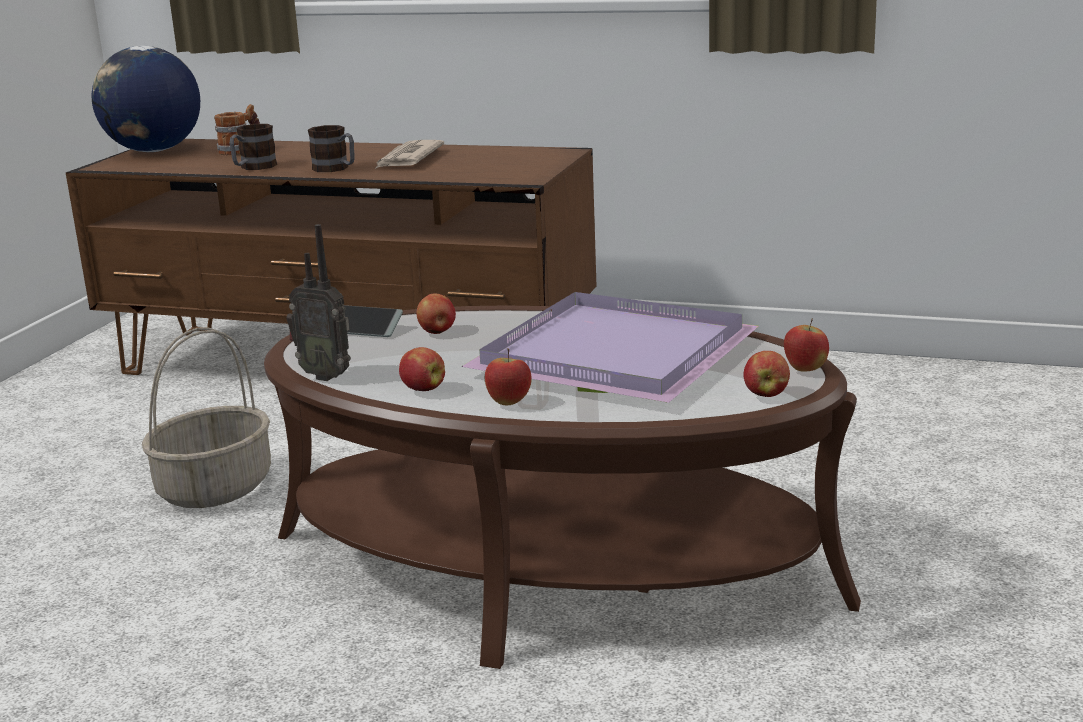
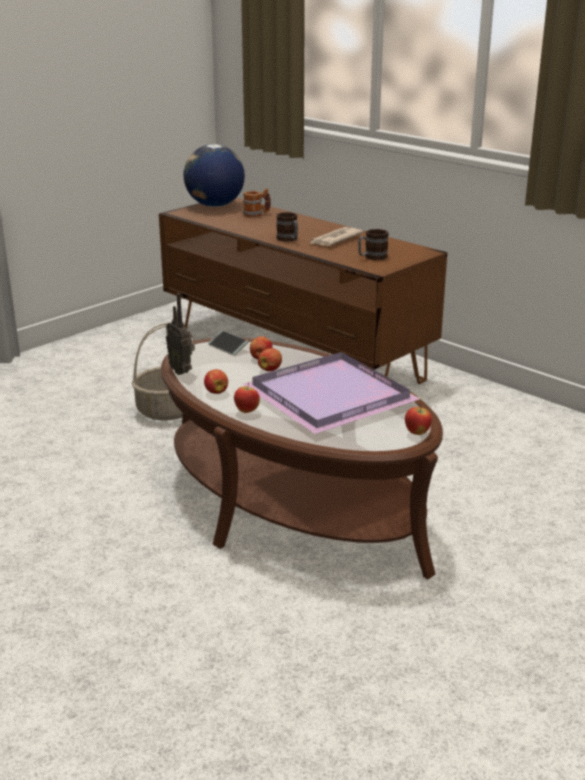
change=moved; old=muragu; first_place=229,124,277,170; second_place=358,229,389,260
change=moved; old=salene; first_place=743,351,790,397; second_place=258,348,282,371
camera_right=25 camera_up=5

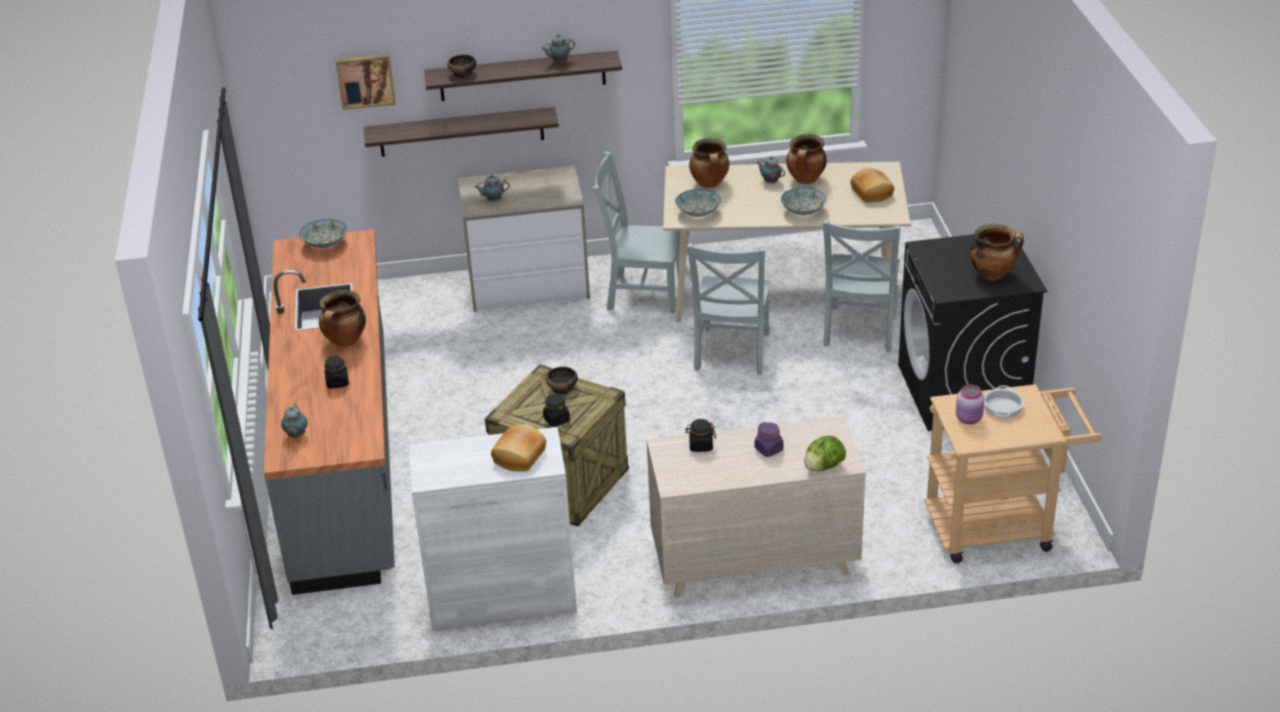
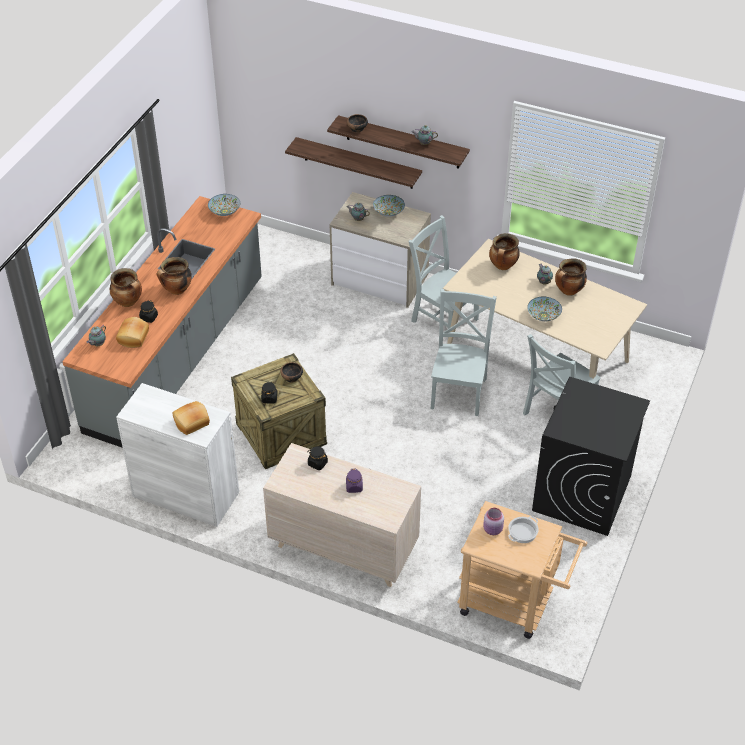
change=removed; old=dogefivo; first_place=336,54,396,110
change=moved; old=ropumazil; first_place=851,168,894,203; second_place=116,317,149,348
change=moved; old=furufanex; first_place=675,189,721,217; second_place=373,195,405,217
change=moved; old=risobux; first_place=970,224,1024,281; second_place=110,268,142,307
change=turned; old=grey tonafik; first_place=687,243,770,375; second_place=431,289,497,416; degrees=150
change=removed; old=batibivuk; first_place=804,436,846,471
camera_right=30 camera_up=10

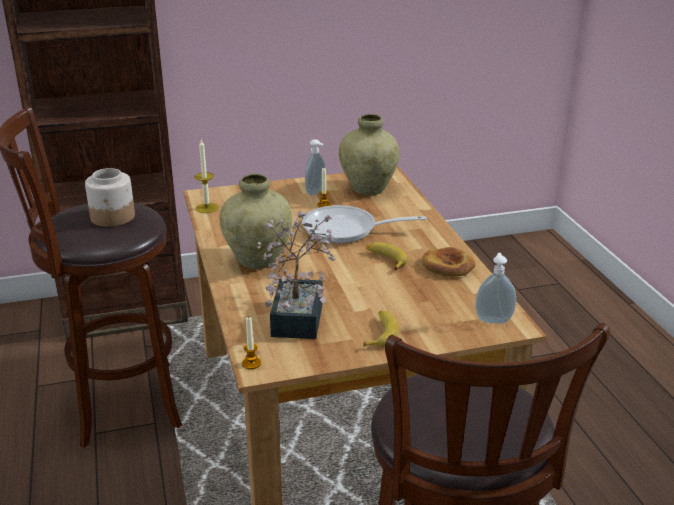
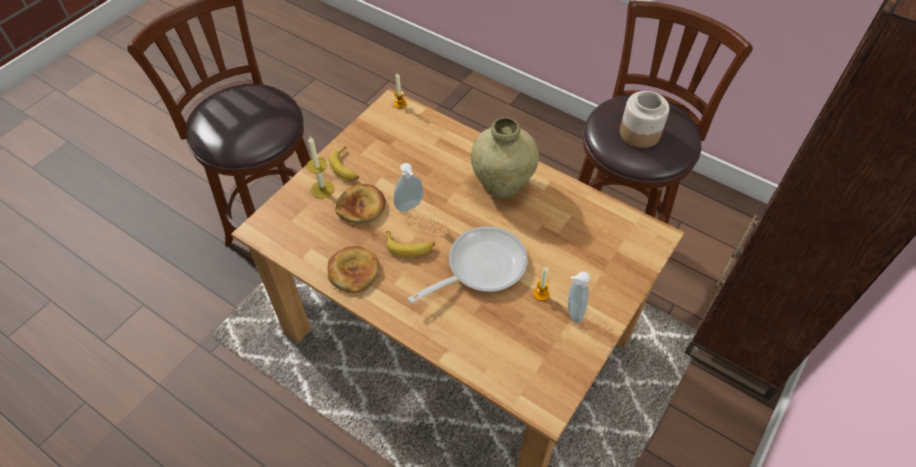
change=removed; old=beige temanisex; first_place=339,114,400,196
change=moved; old=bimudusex; first_place=194,140,218,213; second_place=307,136,335,198
change=removed; old=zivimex; first_place=257,211,336,339
change=moved; old=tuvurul; first_place=475,253,516,324; second_place=393,163,423,212
change=added; new=ropumazil; second_place=335,184,386,224
camera_right=140 camera_up=25

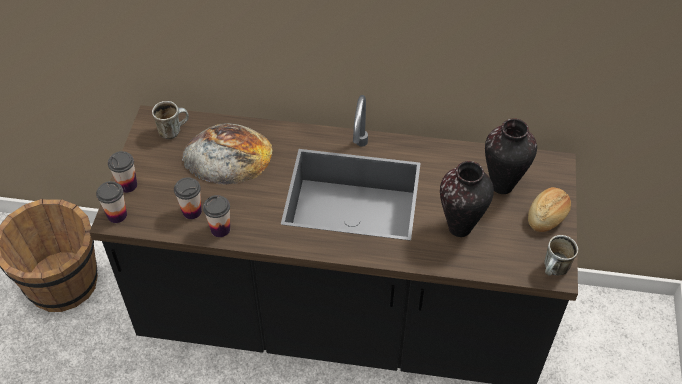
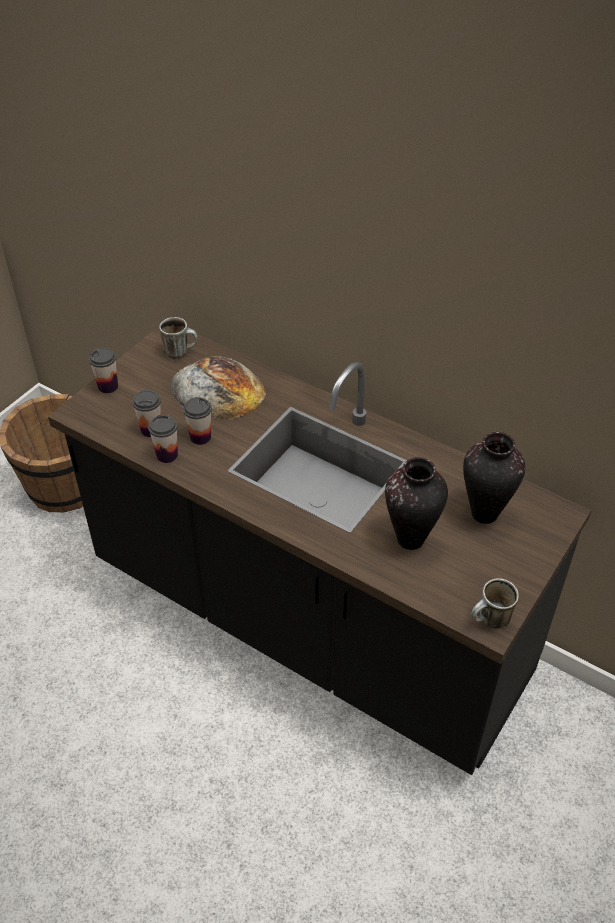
change=moved; old=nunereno; first_place=96,181,127,223; second_place=183,397,212,445
change=removed; old=ropumazil; first_place=528,187,571,232
camera_right=25 camera_up=-5

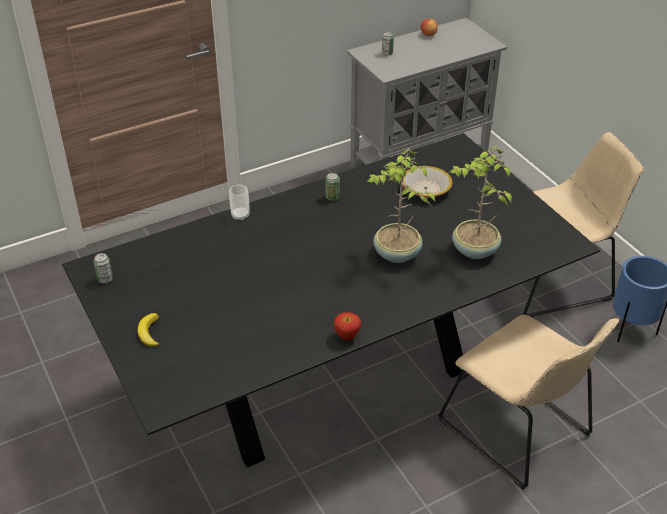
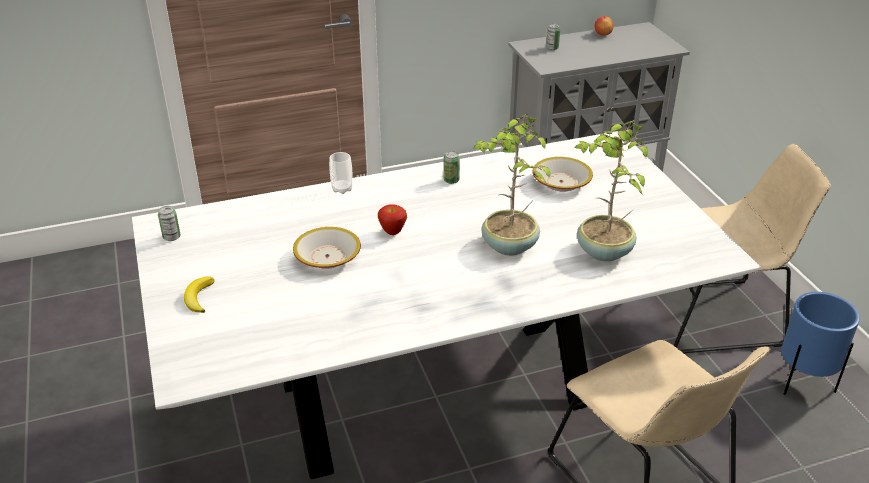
change=recoloured; old=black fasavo; new=white fasavo; first_place=62,133,600,467; second_place=132,131,761,479
change=moved; old=salene; first_place=334,312,361,341; second_place=378,204,407,235
change=added; new=furufanex; second_place=293,227,361,269
camera_right=10 camera_up=-5

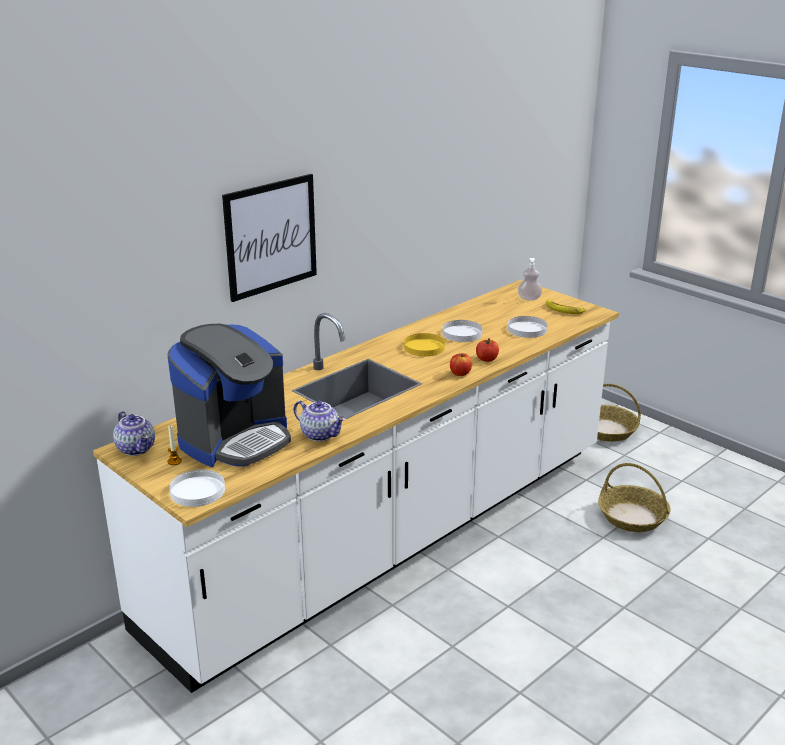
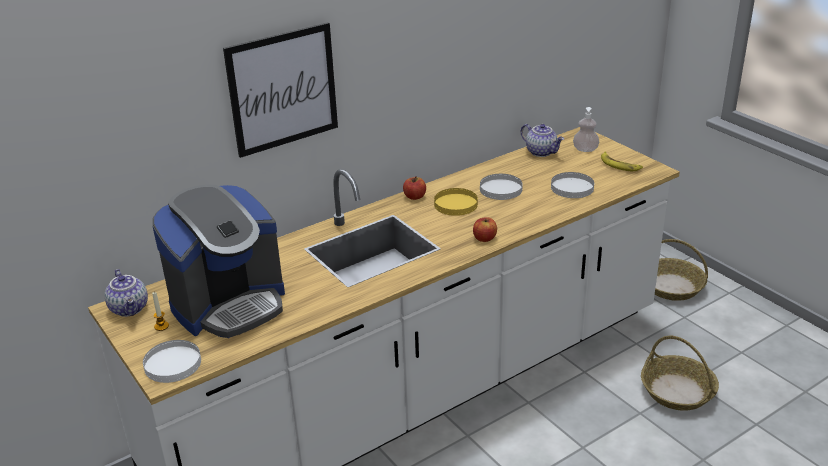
change=moved; old=salene; first_place=476,338,499,362; second_place=403,176,426,200
change=moved; old=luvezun; first_place=293,401,345,441; second_place=521,124,564,157
camera_right=10 camera_up=5

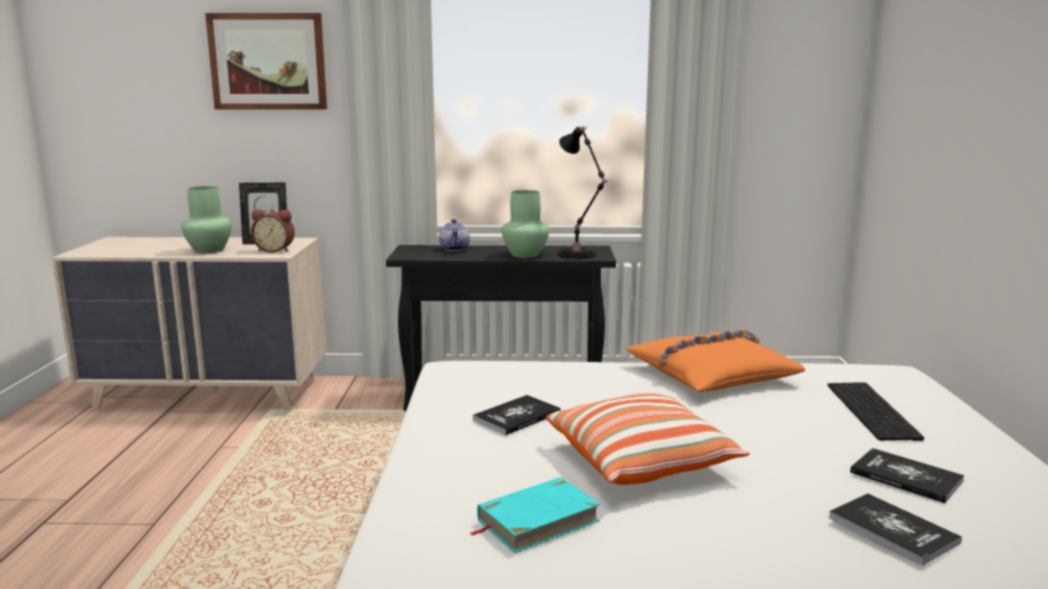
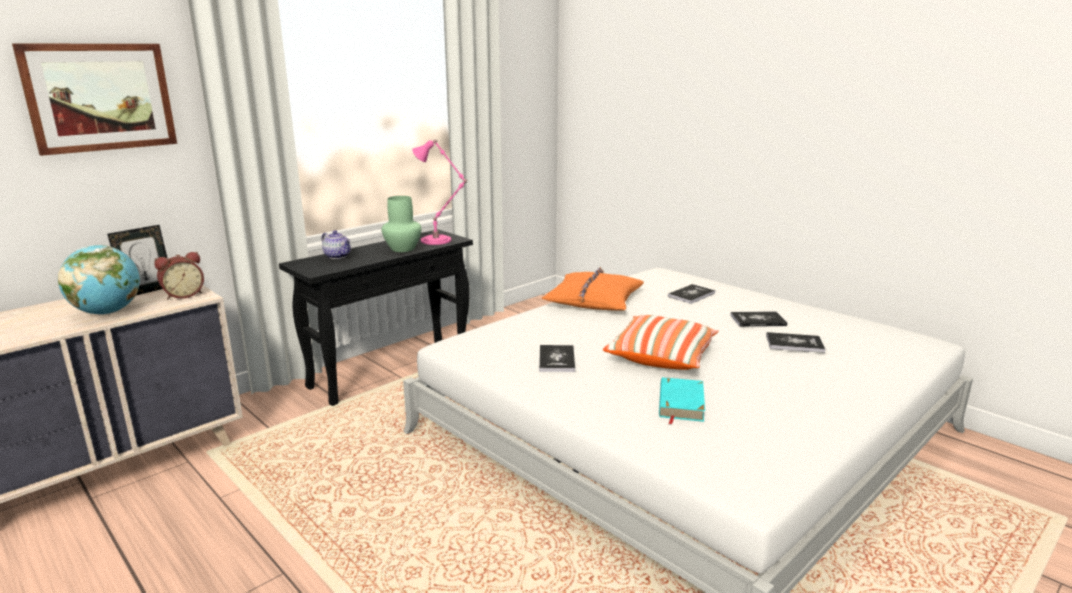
change=recoloured; old=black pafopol; new=pink pafopol; first_place=557,126,608,259; second_place=412,140,469,245
change=replaced; old=green temanisex; new=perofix; first_place=181,186,232,253; second_place=58,245,140,315
change=replaced; old=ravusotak; new=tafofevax; first_place=827,382,924,441; second_place=668,284,715,304
camera_right=-45 camera_up=5

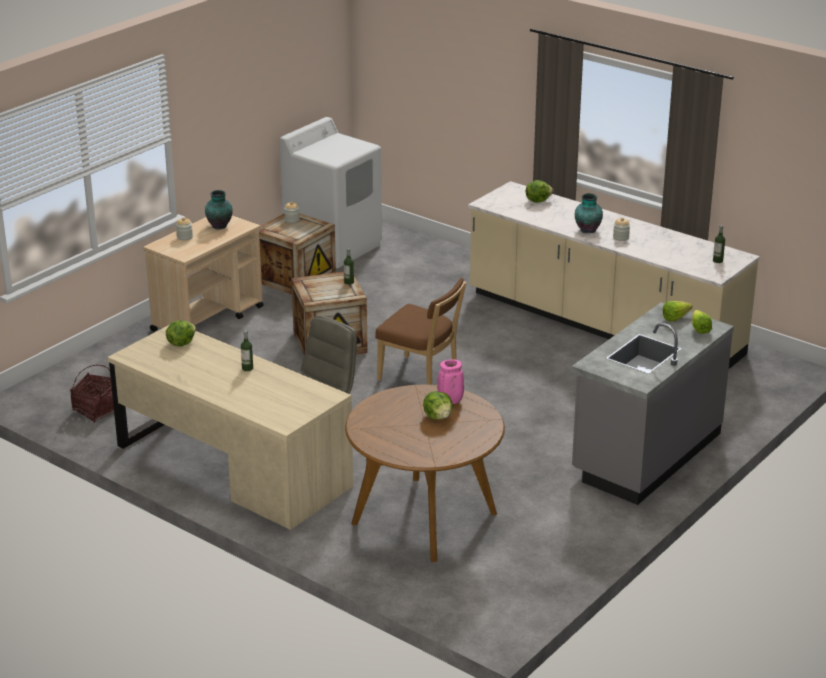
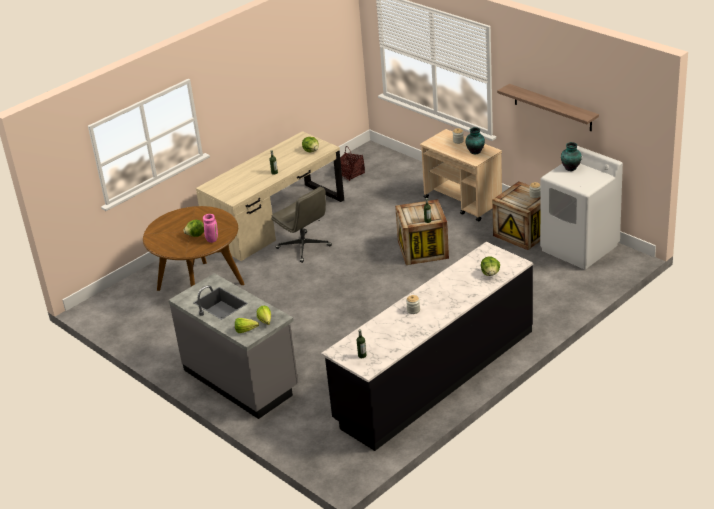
change=recoloured; old=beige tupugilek; new=black tupugilek; first_place=468,181,760,369; second_place=321,242,533,451
change=moved; old=temanisex; first_place=575,193,603,233; second_place=561,142,582,171
change=removed; old=brown tonafik; first_place=375,278,466,385
change=added; new=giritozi; second_place=497,84,599,131
camera_right=100 camera_up=5

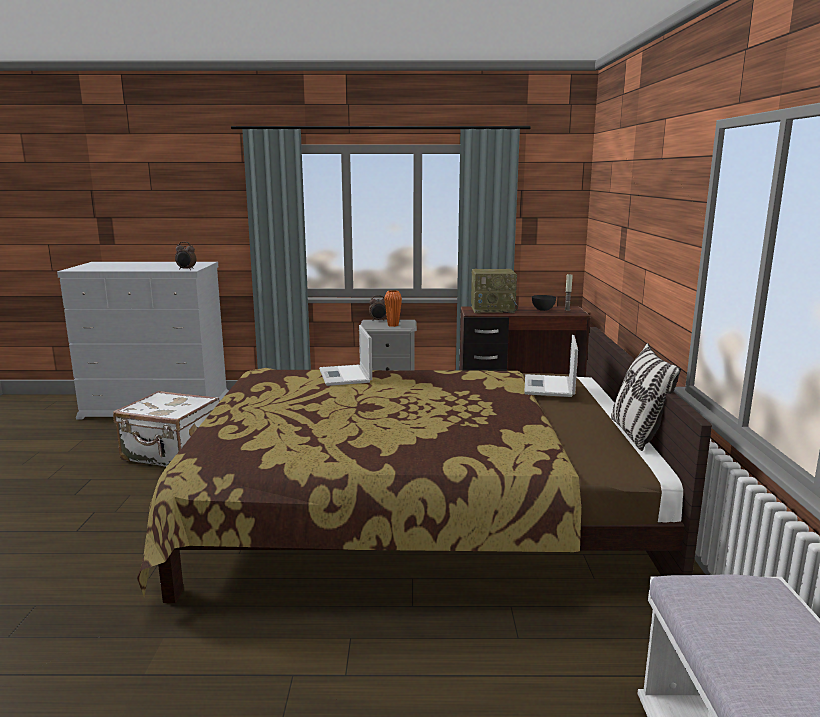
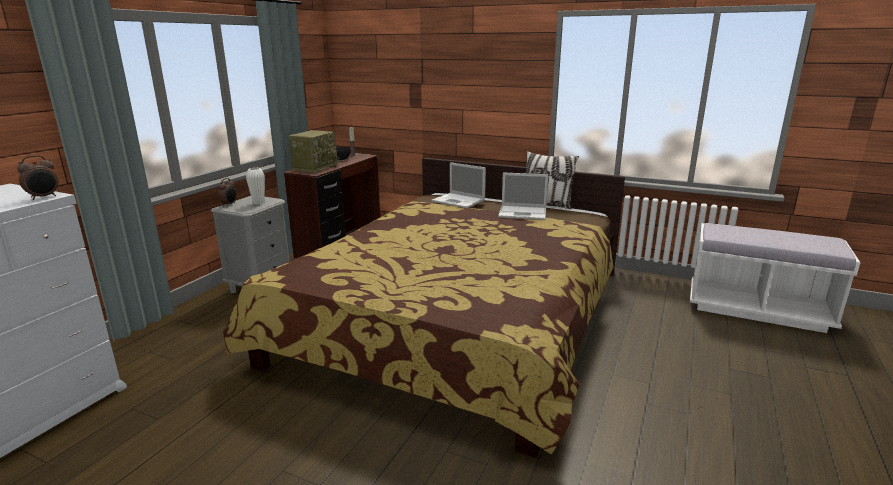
change=recoloured; old=orange temanisex; new=white temanisex; first_place=384,290,402,327; second_place=246,168,265,205
change=moved; old=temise; first_place=319,325,372,386; second_place=498,172,548,220
change=removed; old=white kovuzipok; first_place=113,391,220,467
camera_right=-65 camera_up=5

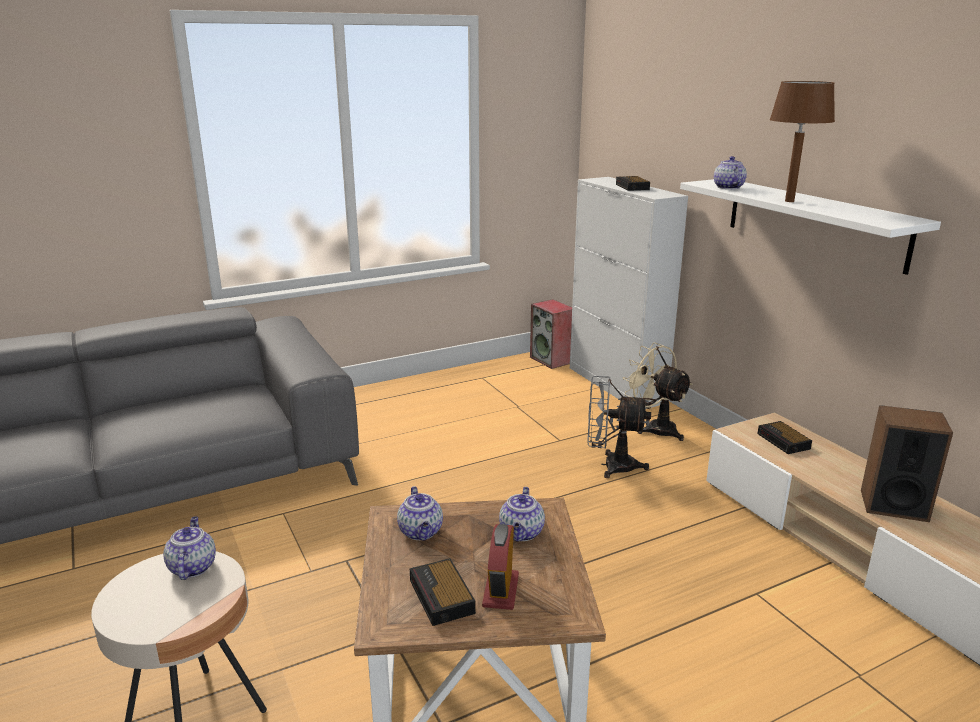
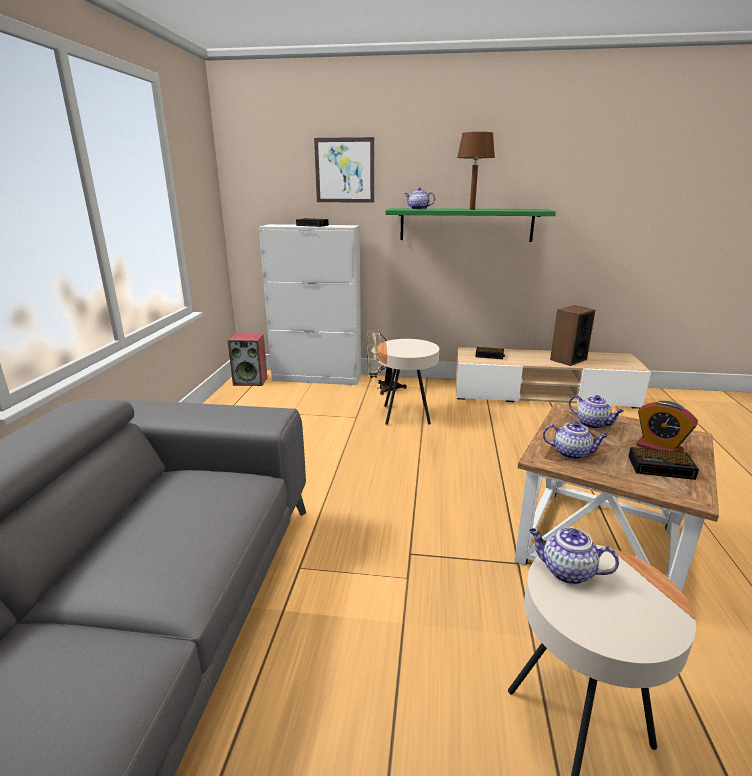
change=recoloured; old=white giritozi; new=green giritozi; first_place=680,179,941,275; second_place=385,208,556,242
change=replaced; old=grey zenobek; new=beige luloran; first_place=587,376,651,478; second_place=377,339,439,425
change=added; new=dogefivo; second_place=314,137,374,203
camera_right=-55 camera_up=0

